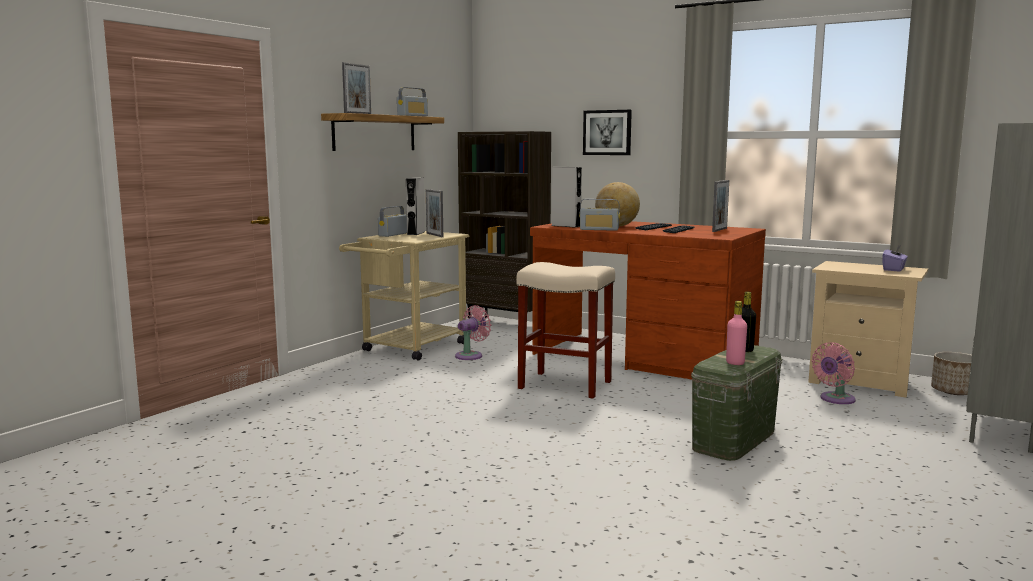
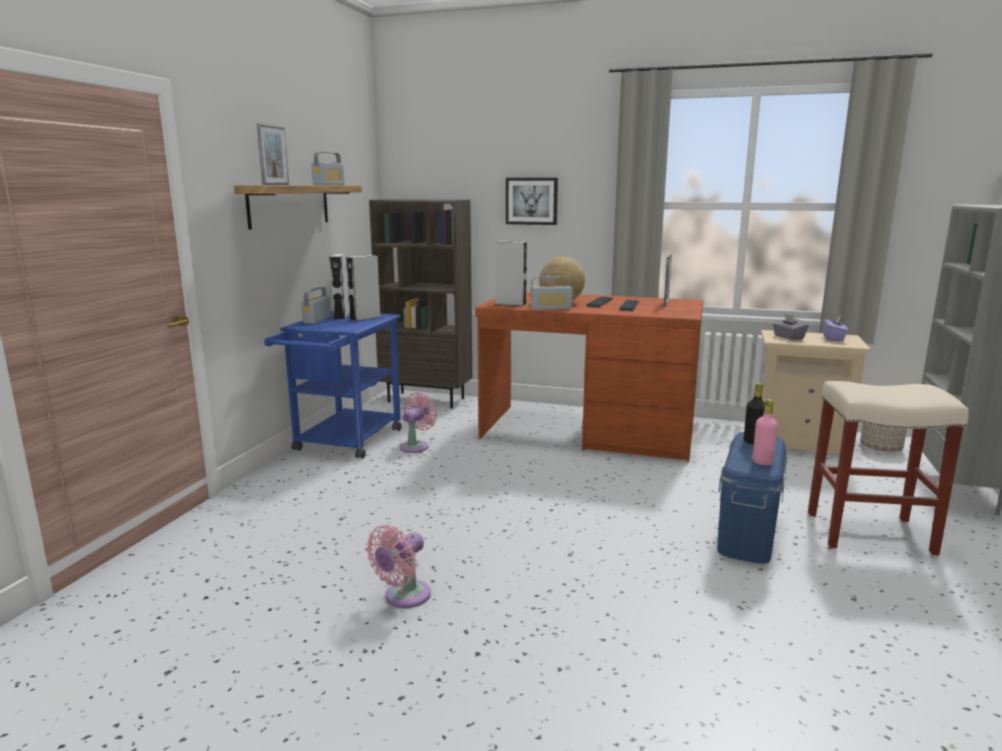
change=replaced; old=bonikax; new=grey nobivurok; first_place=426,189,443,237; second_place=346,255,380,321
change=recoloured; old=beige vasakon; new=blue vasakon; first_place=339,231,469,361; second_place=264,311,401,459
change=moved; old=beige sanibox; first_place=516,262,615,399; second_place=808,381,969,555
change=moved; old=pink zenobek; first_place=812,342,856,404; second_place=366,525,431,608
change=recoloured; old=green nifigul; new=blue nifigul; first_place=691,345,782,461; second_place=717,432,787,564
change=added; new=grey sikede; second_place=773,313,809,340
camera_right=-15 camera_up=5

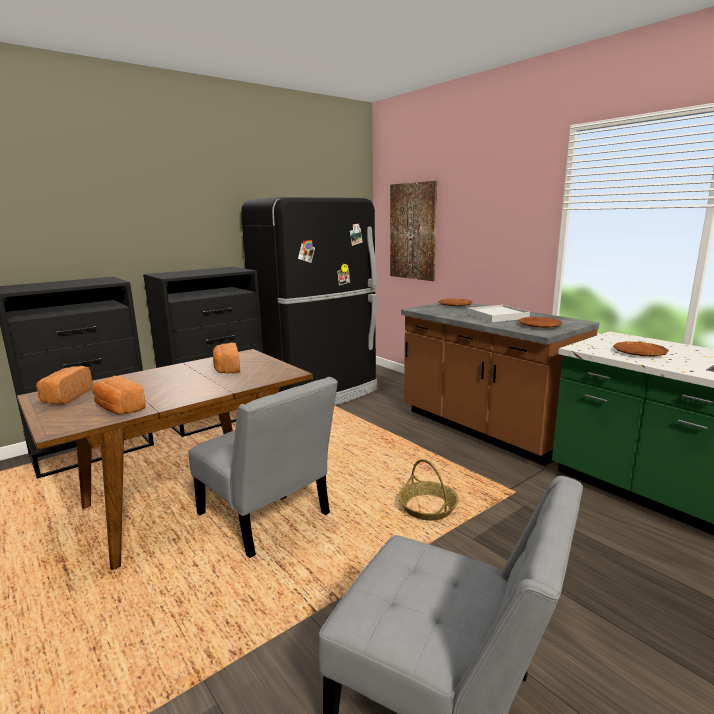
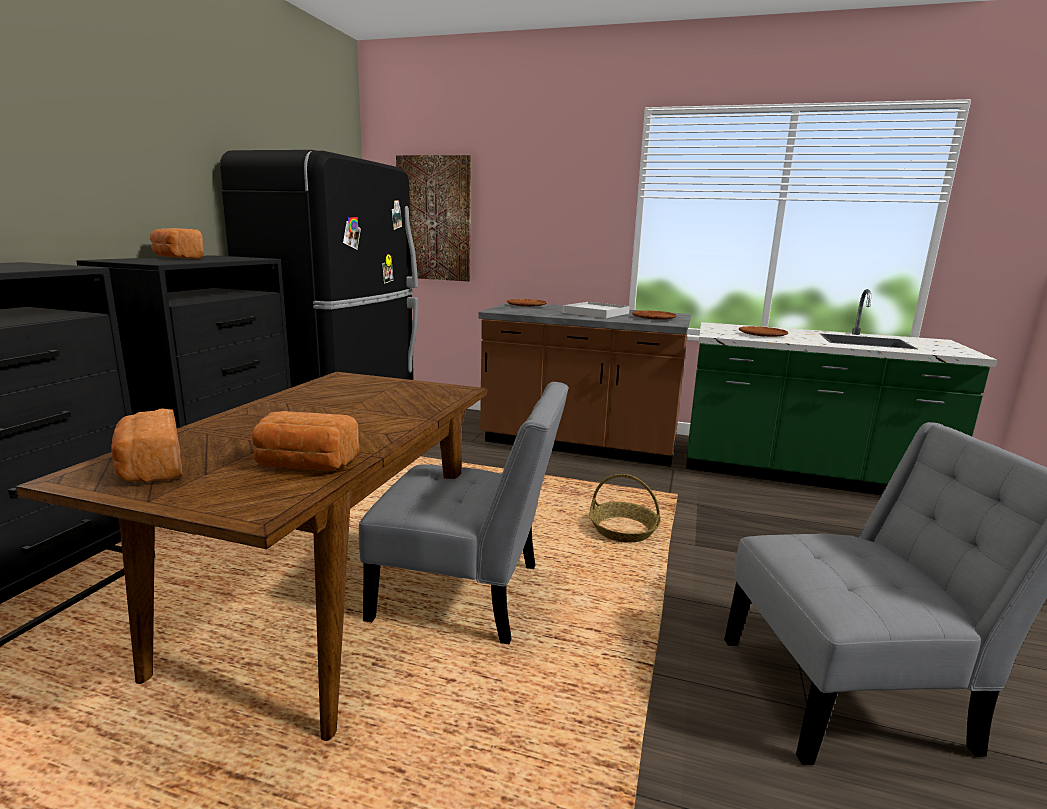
change=moved; old=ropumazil; first_place=213,342,240,374; second_place=150,228,204,259
camera_right=-35 camera_up=0

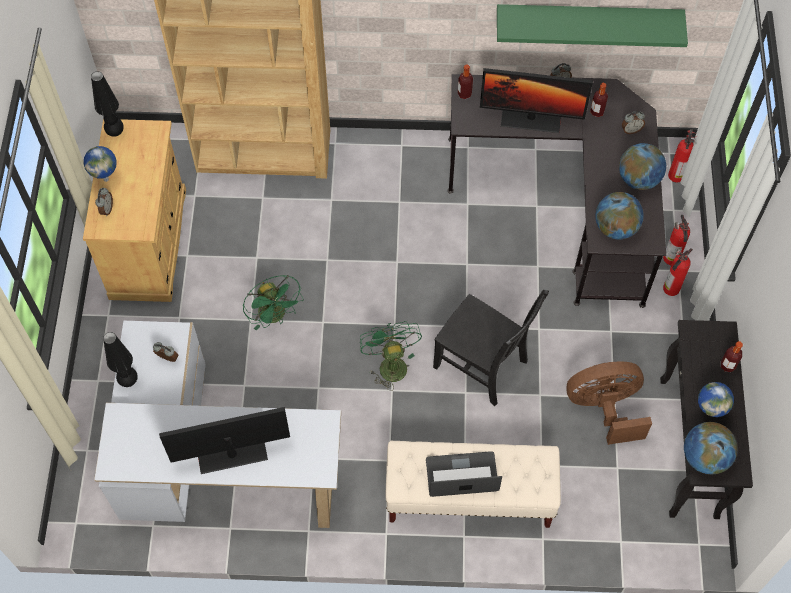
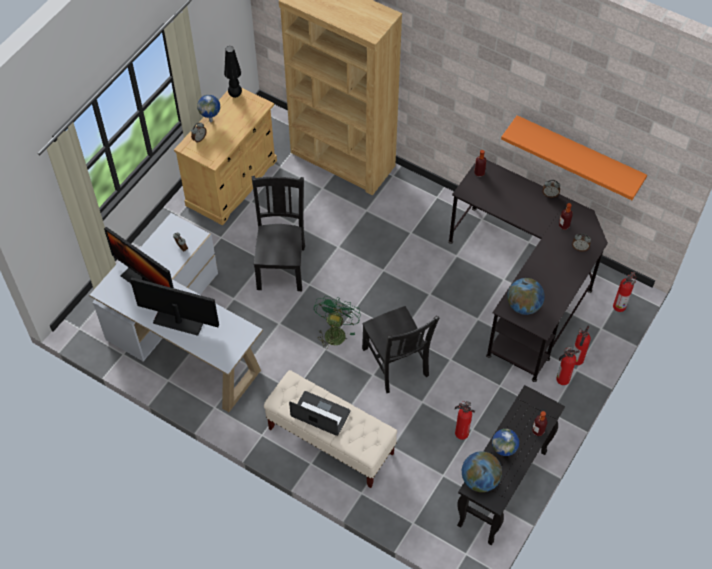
change=recoloured; old=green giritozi; new=orange giritozi; first_place=497,4,688,47; second_place=501,115,647,200
change=moved; old=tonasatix; first_place=480,68,593,133; second_place=104,227,174,288
change=removed; old=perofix; first_place=619,143,666,190
change=replaced; old=green zenobek; new=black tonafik; first_place=243,275,304,330; second_place=251,176,305,291
change=removed; old=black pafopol; first_place=103,332,138,387
change=replaced; old=brown zenobek; new=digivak; first_place=566,361,652,445; second_place=454,401,475,440
camera_right=30 camera_up=-5

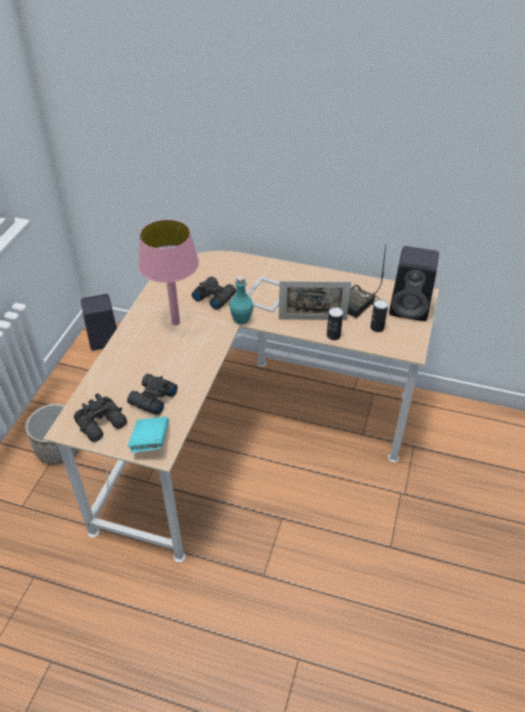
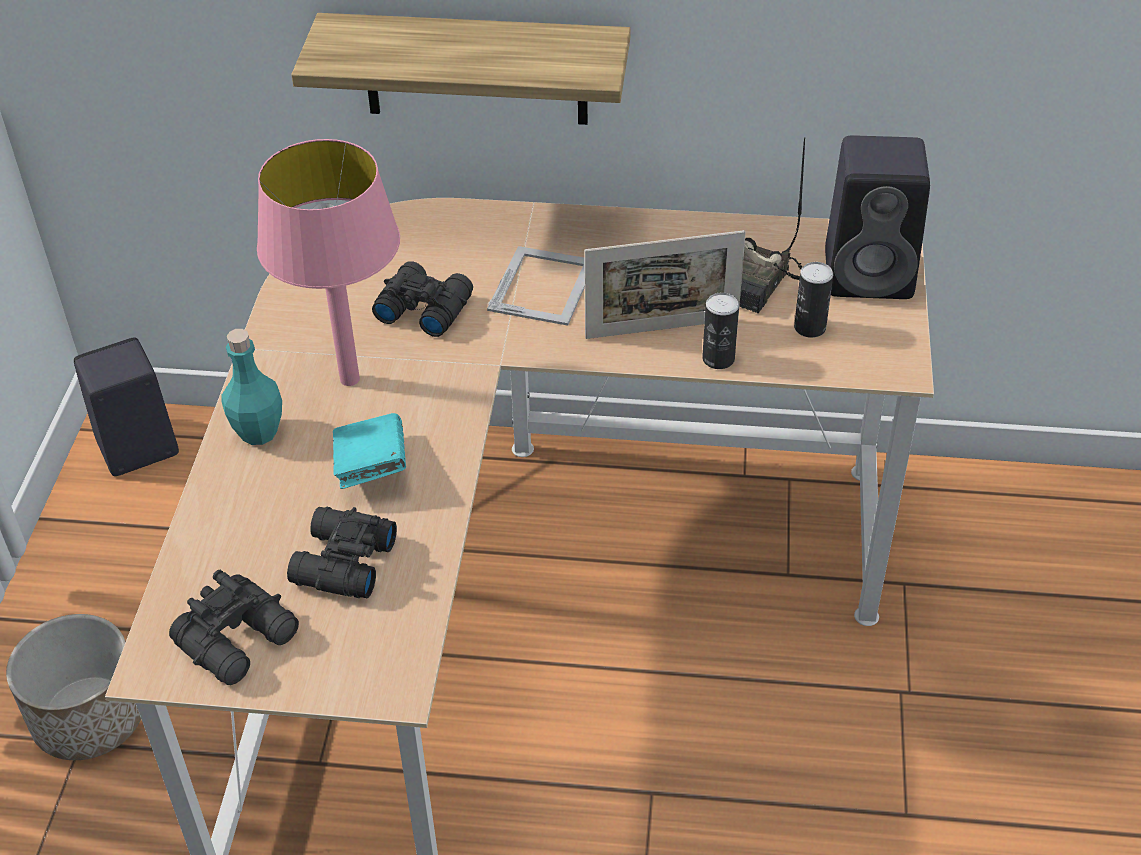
change=moved; old=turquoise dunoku; first_place=229,275,254,324; second_place=222,329,282,445
change=moved; old=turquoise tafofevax; first_place=128,417,169,453; second_place=333,413,406,489
change=added; new=giritozi; second_place=291,13,630,125
camera_right=-10 camera_up=0

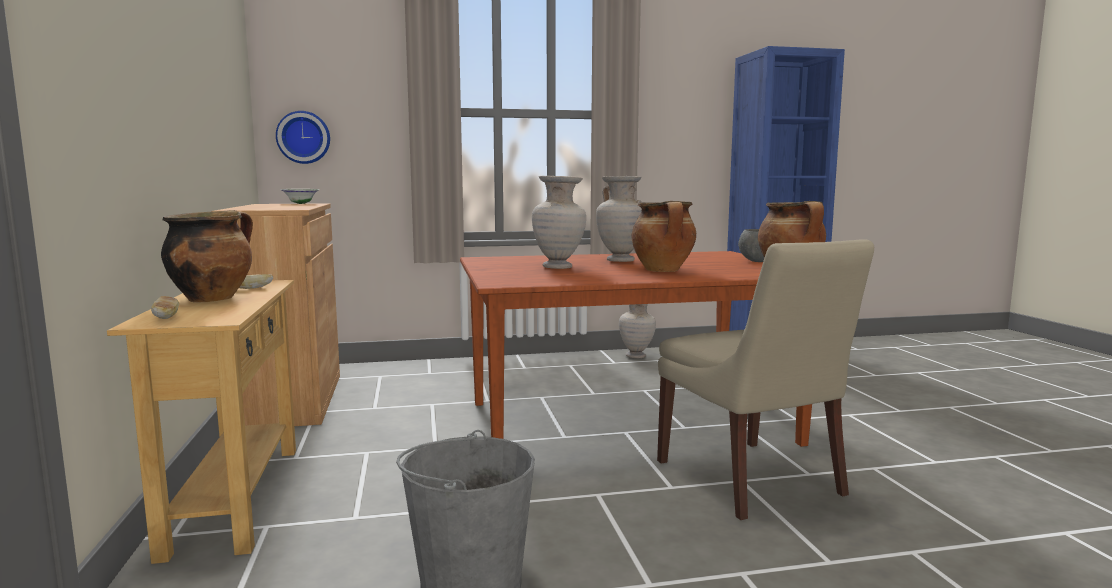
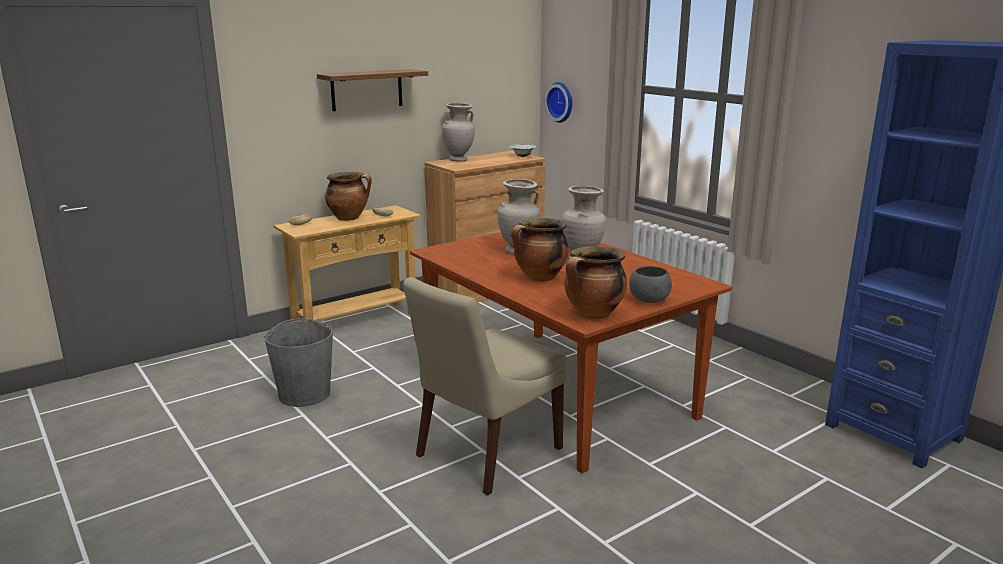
change=moved; old=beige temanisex; first_place=619,304,656,358; second_place=442,103,475,161
change=added; new=brown giritozi; second_place=317,69,428,111
camera_right=65 camera_up=10

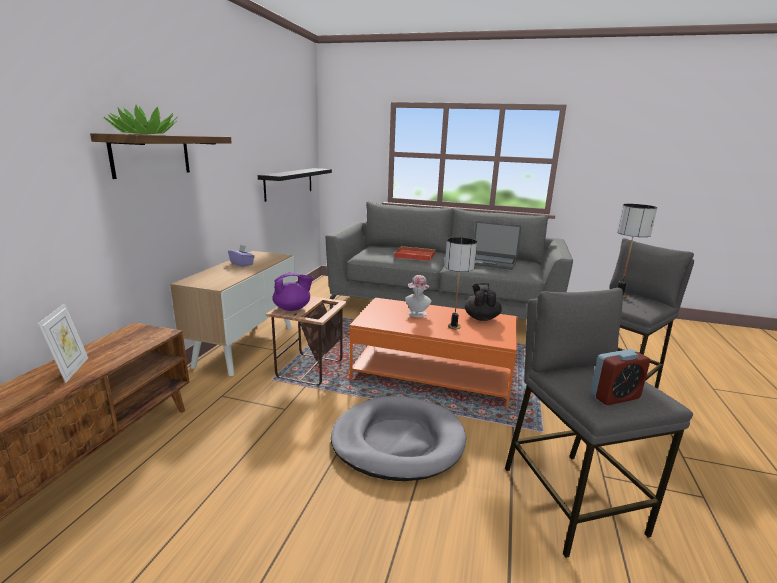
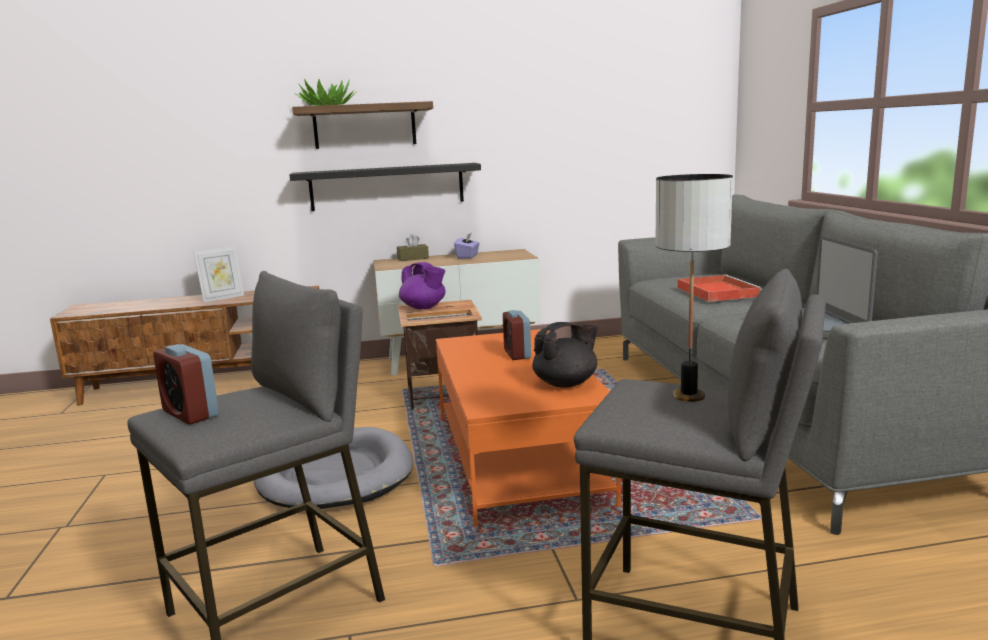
change=moved; old=black giritozi; first_place=258,168,332,202; second_place=289,163,481,211
change=removed; old=pafopol; first_place=445,237,477,329
change=replaced; old=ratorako; new=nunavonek; first_place=405,275,432,317; second_place=503,310,531,360
change=added; new=brown sikede; second_place=397,234,429,261
camera_right=65 camera_up=-5

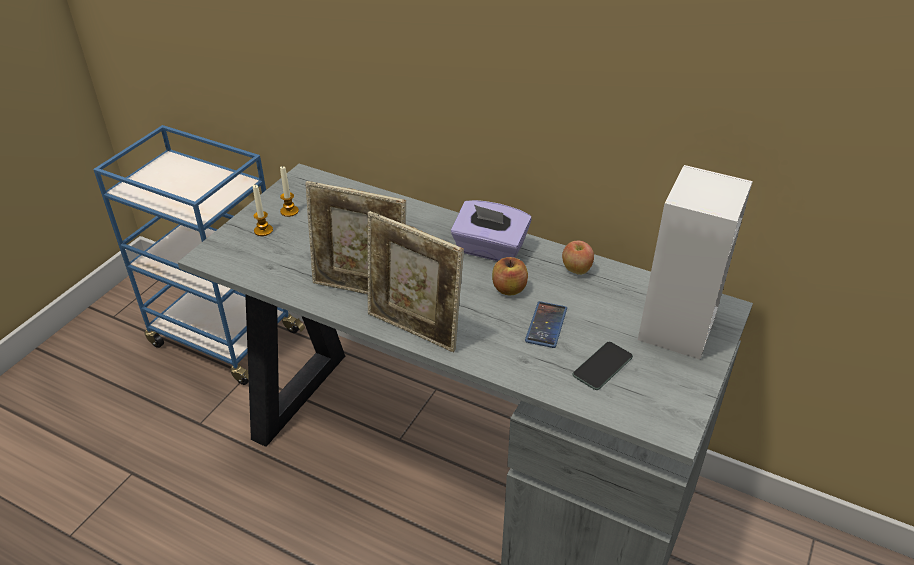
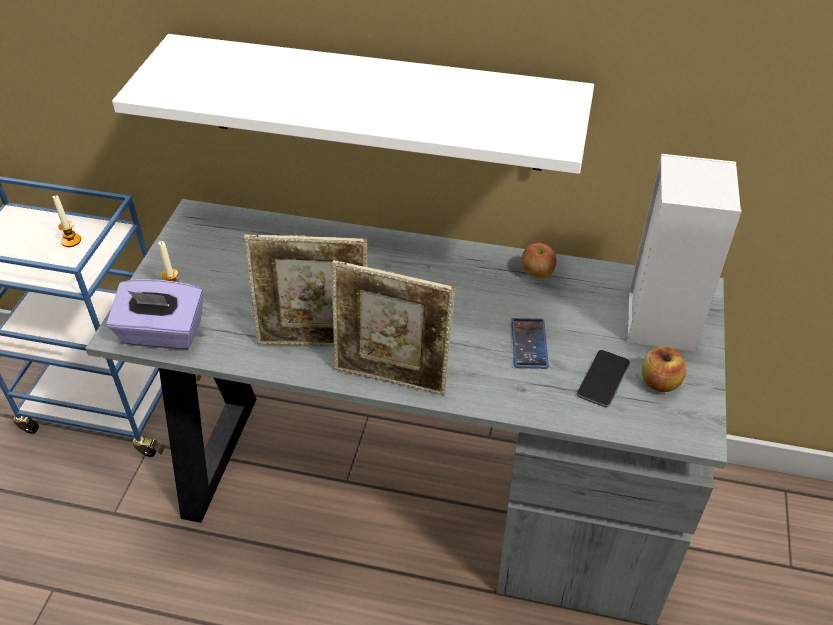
change=moved; old=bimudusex; first_place=280,166,299,217; second_place=53,195,81,247
change=moved; old=purple sikede; first_place=451,200,532,261; second_place=107,279,204,349
change=moved; old=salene; first_place=492,257,528,296; second_place=642,347,687,392
change=added; new=white giritozi; second_place=112,34,594,174
camera_right=-15 camera_up=5

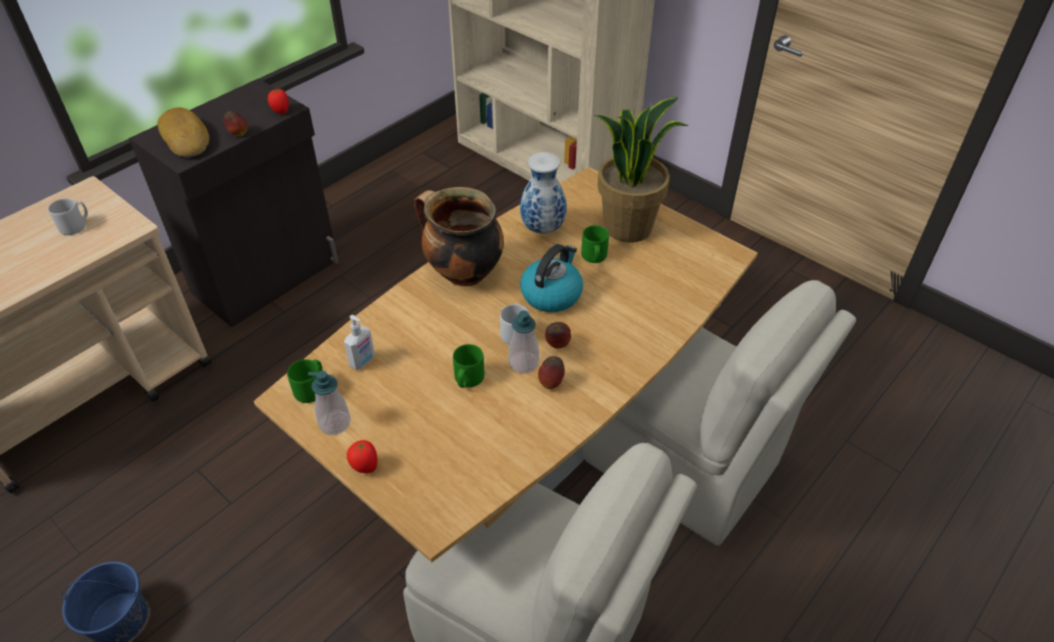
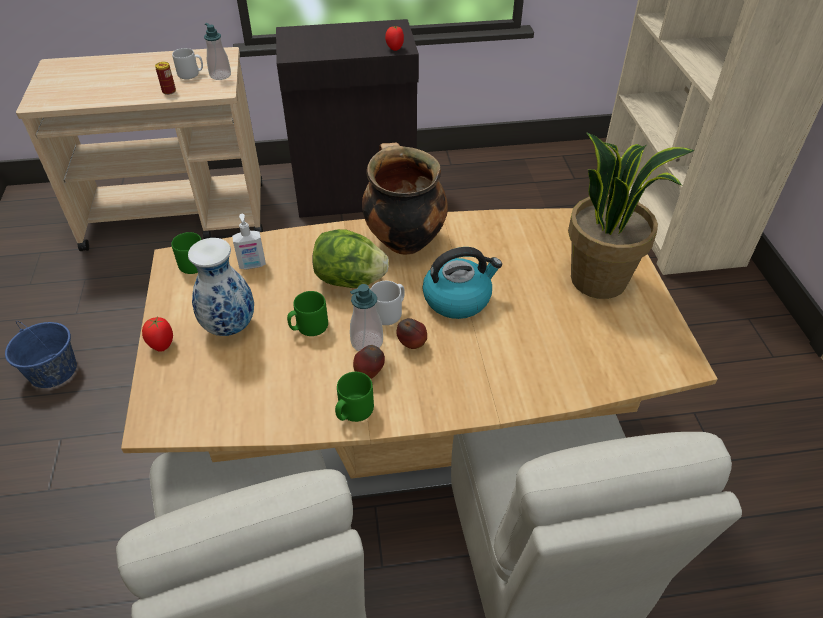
change=removed; old=ropumazil; first_place=157,107,209,157
change=removed; old=salene; first_place=224,111,248,137
change=moved; old=temanisex; first_place=520,152,567,234; second_place=188,238,254,336
change=moved; old=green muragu; first_place=581,225,609,263; second_place=335,372,374,422
change=moved; old=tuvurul; first_place=308,371,351,435; second_place=204,23,231,80
change=added; new=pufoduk; second_place=155,62,176,95
change=added; new=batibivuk; second_place=312,229,389,288
camera_right=40 camera_up=0

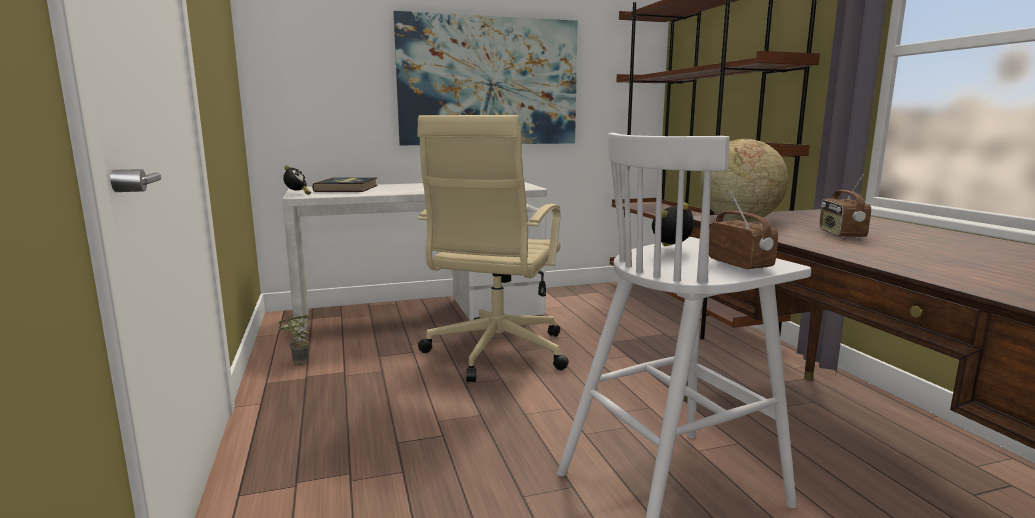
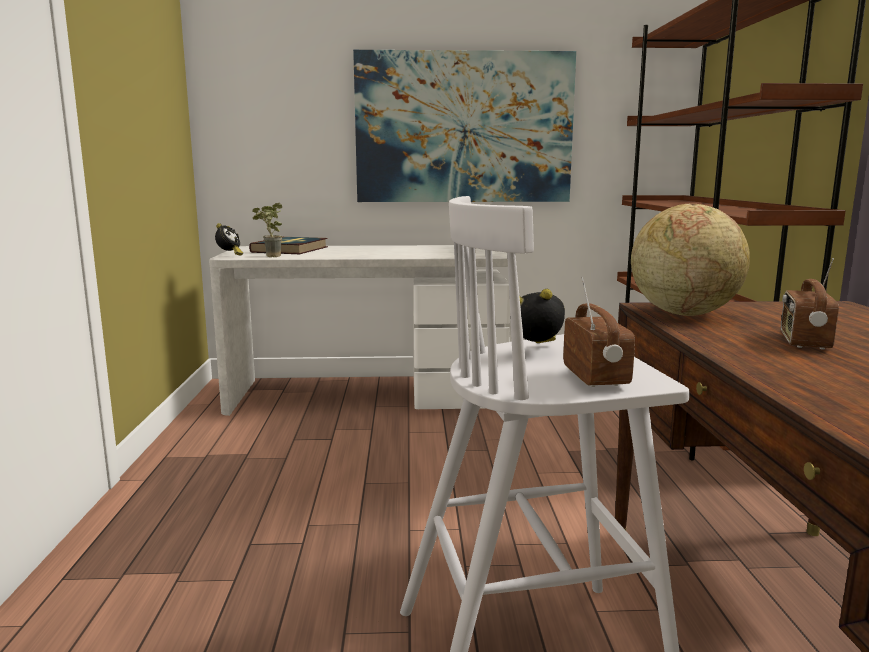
change=removed; old=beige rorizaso; first_place=417,115,569,382
change=moved; old=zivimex; first_place=278,315,309,365; second_place=252,203,283,257
camera_right=15 camera_up=0

